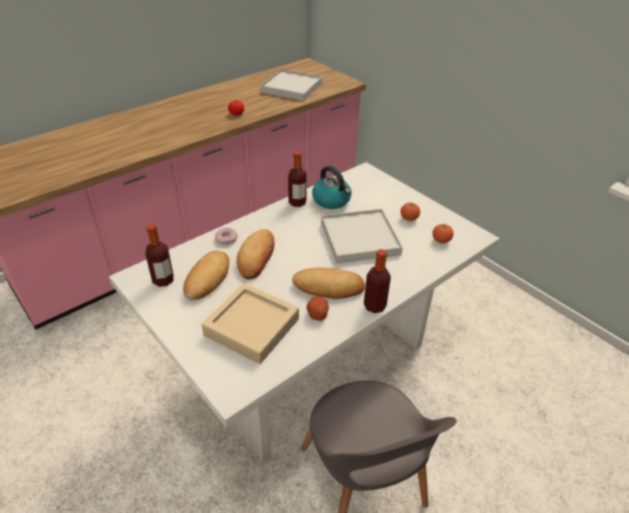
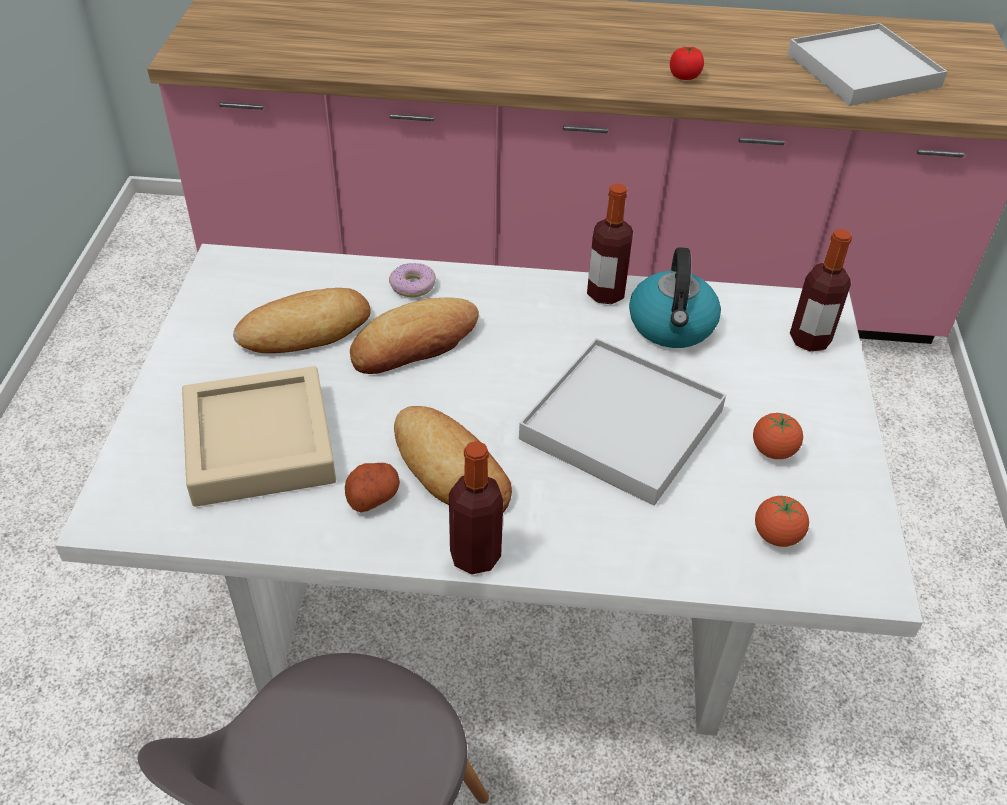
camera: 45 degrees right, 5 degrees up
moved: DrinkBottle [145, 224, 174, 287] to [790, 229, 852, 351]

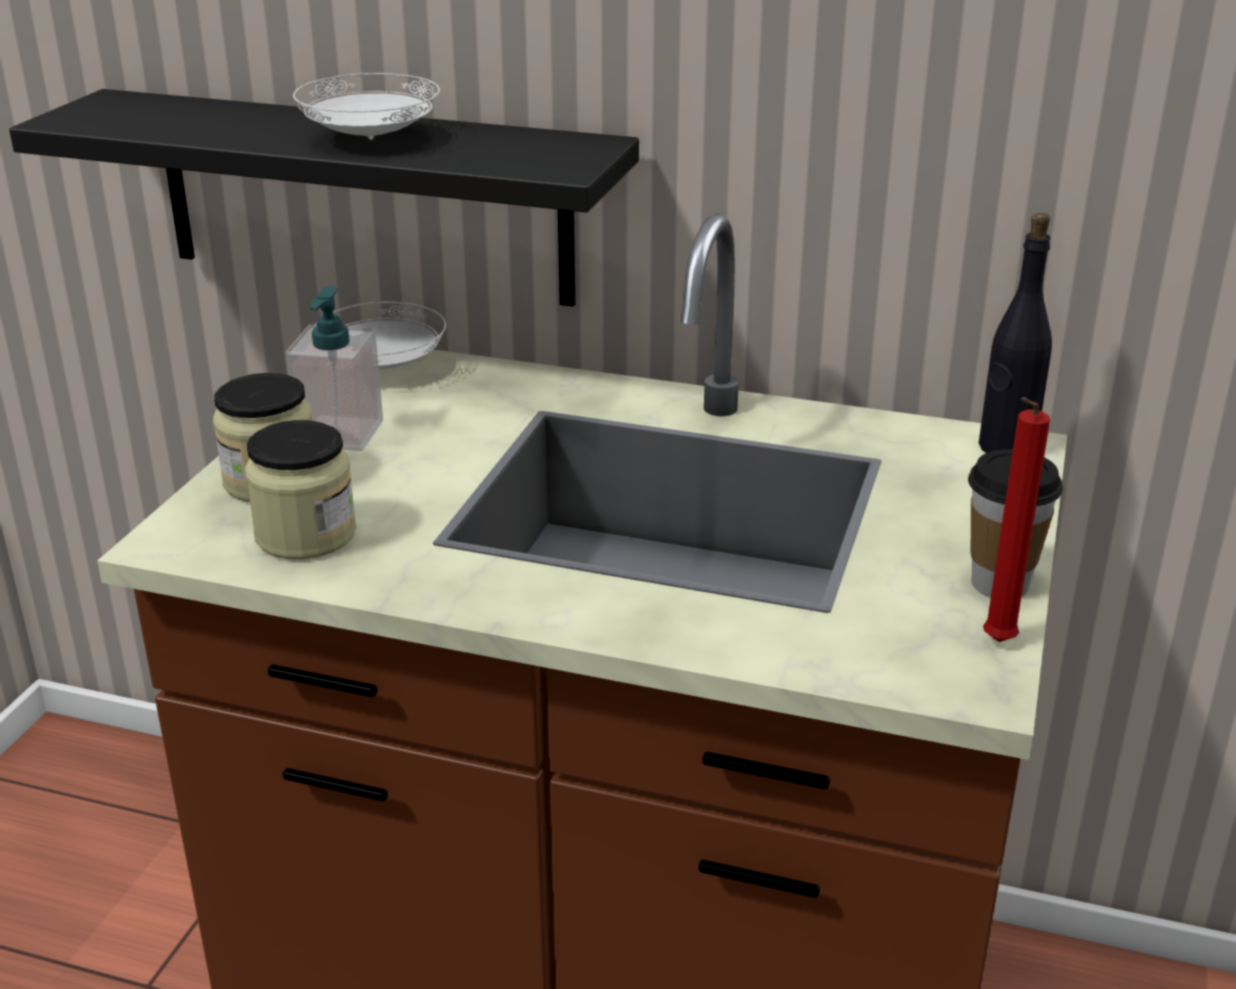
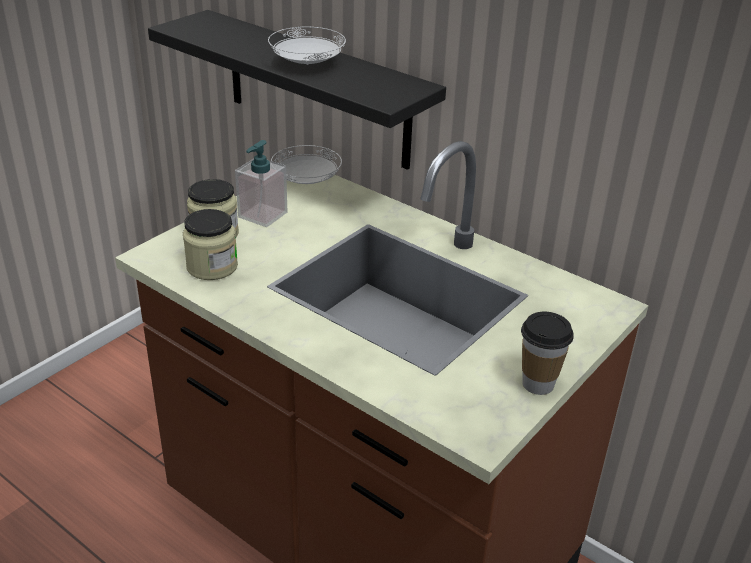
camera: 20 degrees right, 5 degrees up
removed: BlackColouredDrinkBottle [979, 213, 1052, 453]; RedWaxLight [983, 397, 1050, 642]

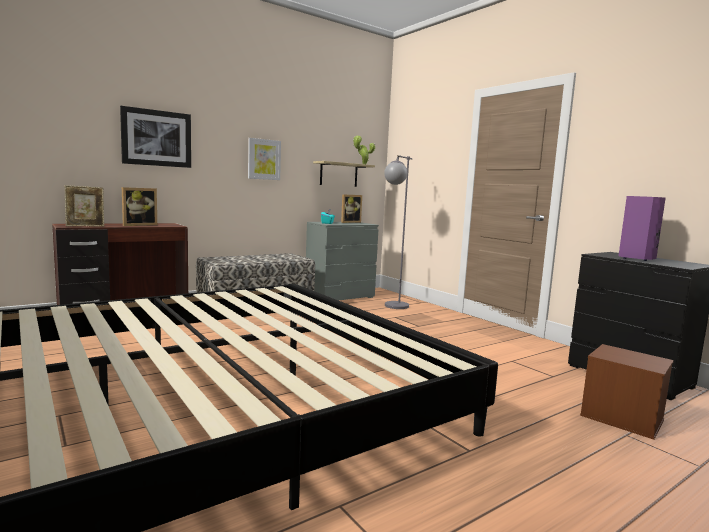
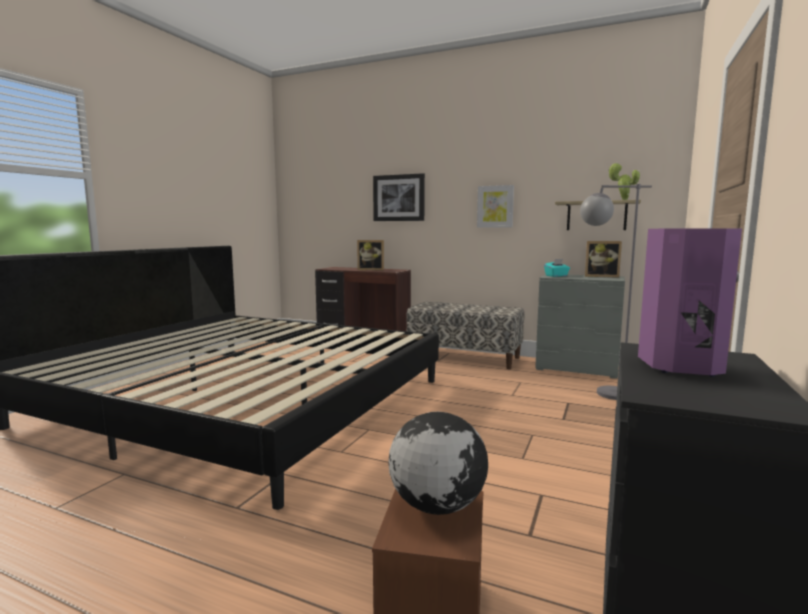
camera: 60 degrees right, 0 degrees up
removed: PhotoFrame [65, 185, 104, 227]
added: DeskGlobe [389, 412, 488, 515]

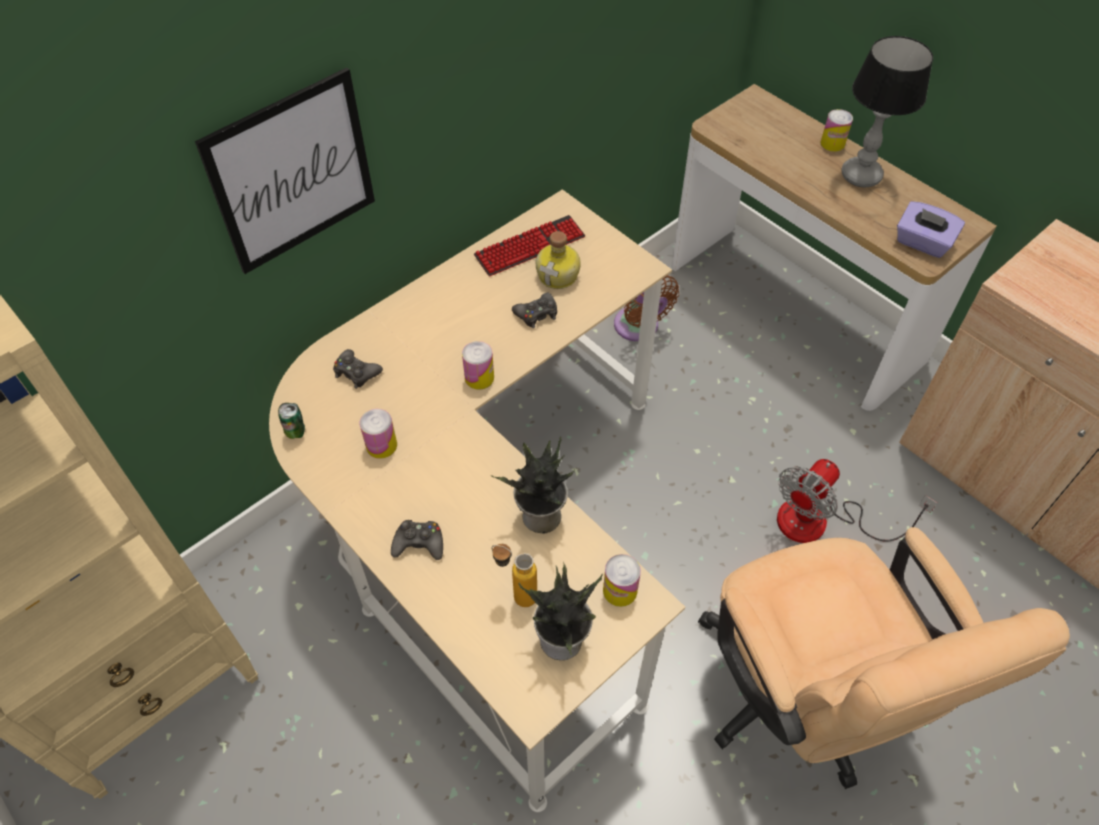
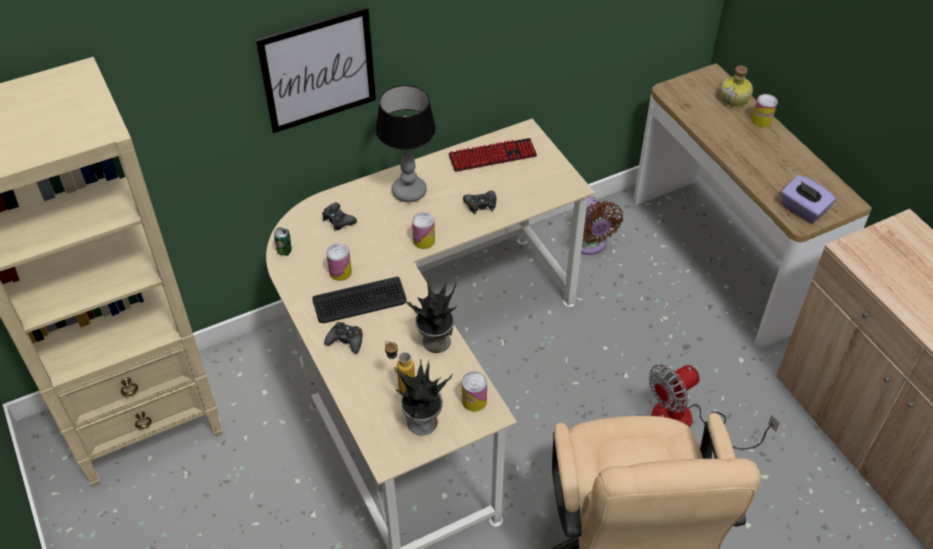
camera: 15 degrees right, 5 degrees down
added: Keyboard [312, 277, 407, 323]
moved: DrinkBottle [536, 231, 581, 289] to [720, 65, 753, 108]; TabletopLamp [841, 36, 933, 187] to [376, 85, 436, 202]

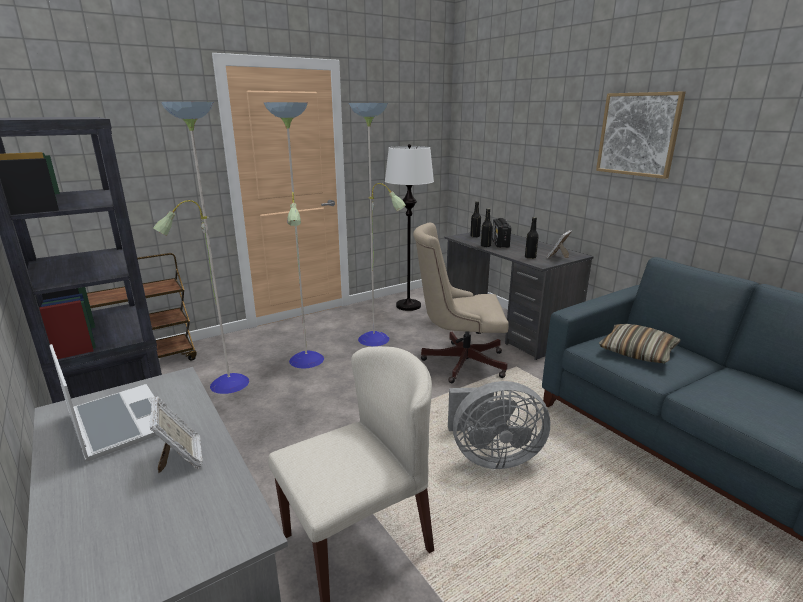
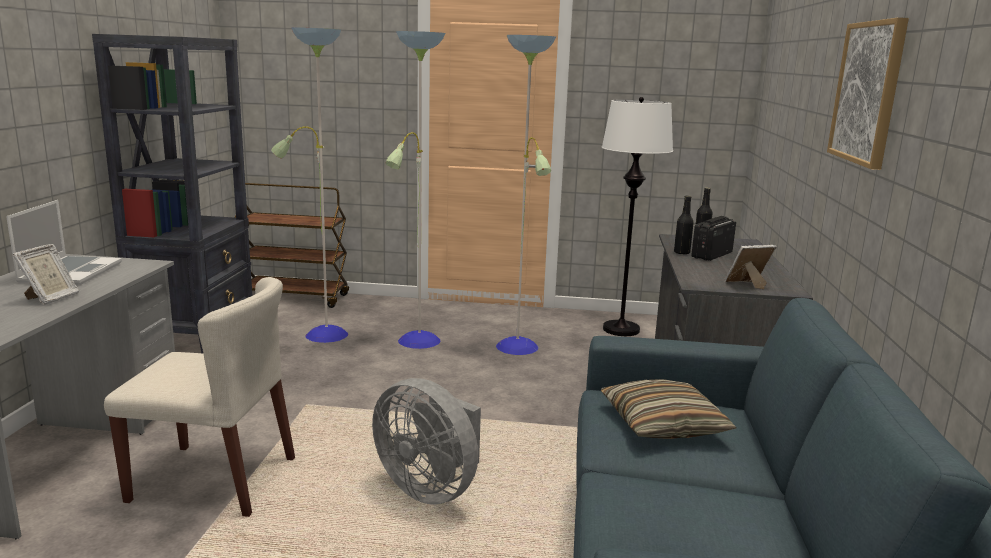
camera: 40 degrees right, 5 degrees down
removed: BeigeColouredOfficeChair [413, 222, 509, 383]; BlackColouredDrinkBottle [525, 217, 539, 259]

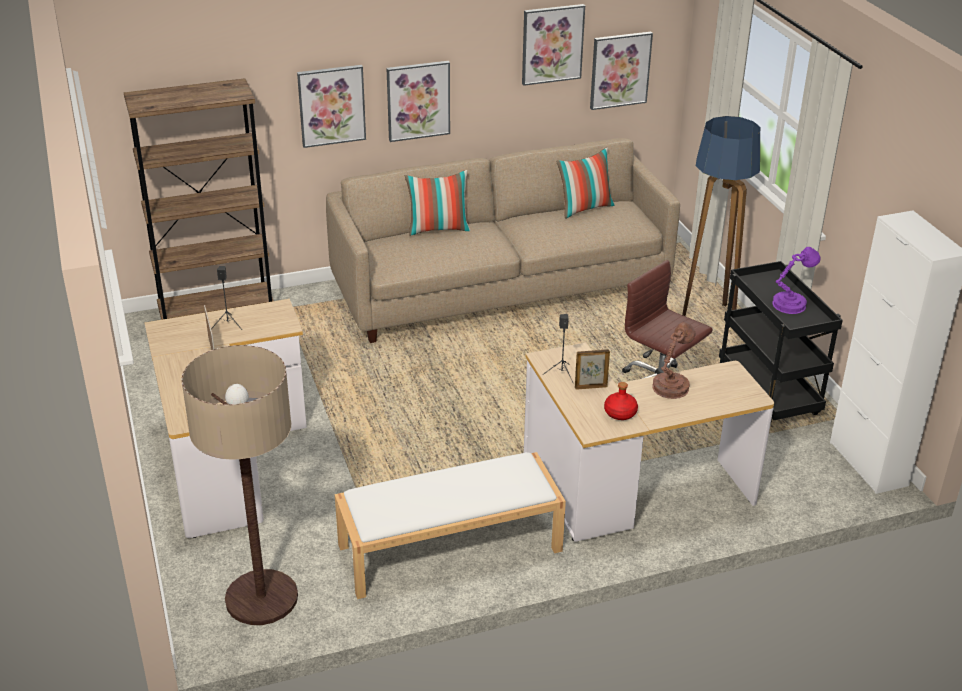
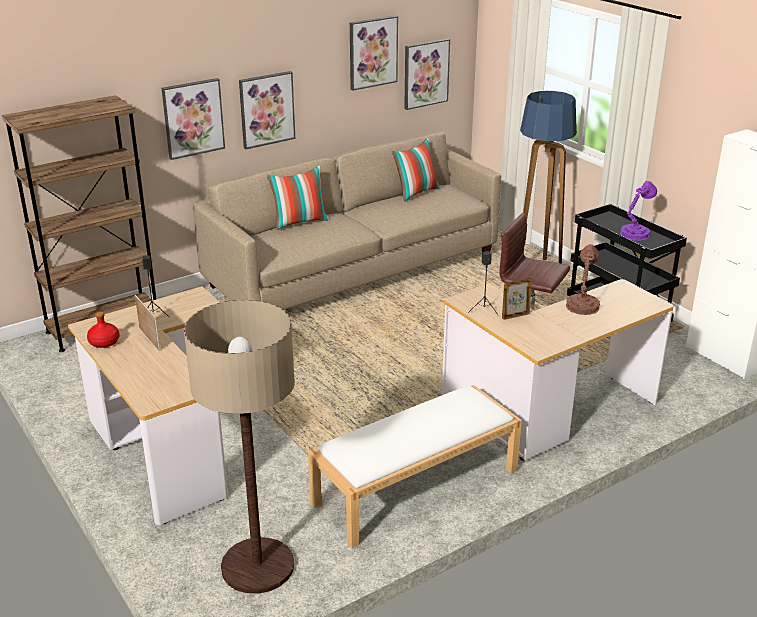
camera: 15 degrees left, 5 degrees down
moved: RedDrinkBottle [604, 382, 638, 420] to [87, 312, 120, 348]

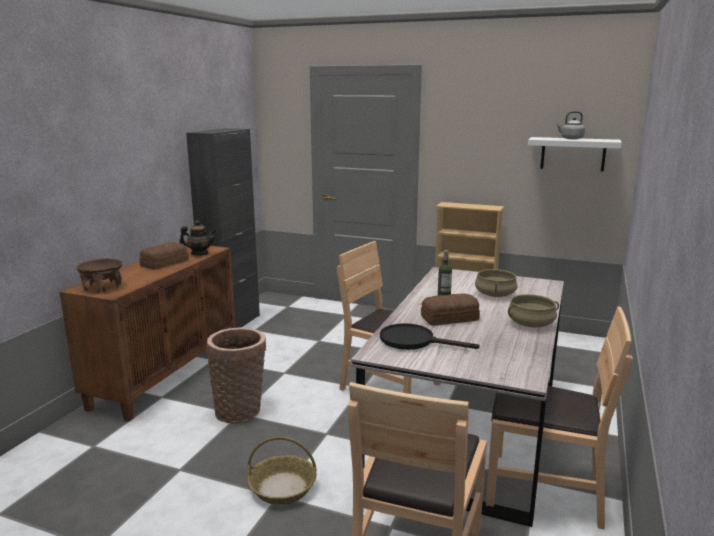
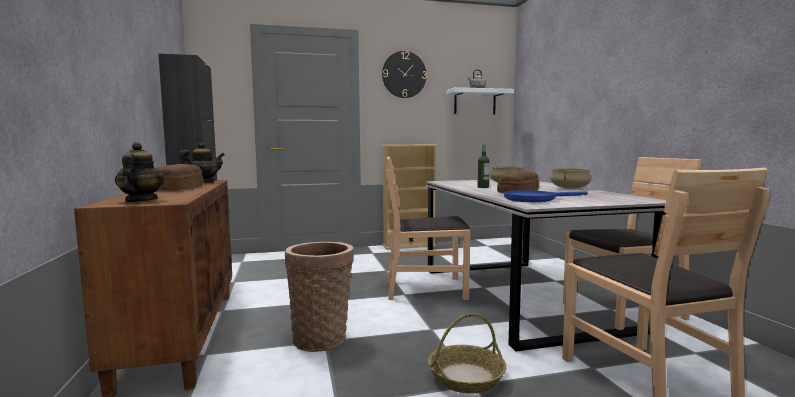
camera: 35 degrees left, 10 degrees down
added: HangingClock [382, 51, 427, 98]
replaced: BrownColouredBowl [76, 258, 123, 293] to PotForTea [115, 142, 164, 202]
recoloured: BlackColouredPan [380, 323, 480, 350] to BlueColouredPan [504, 190, 588, 202]

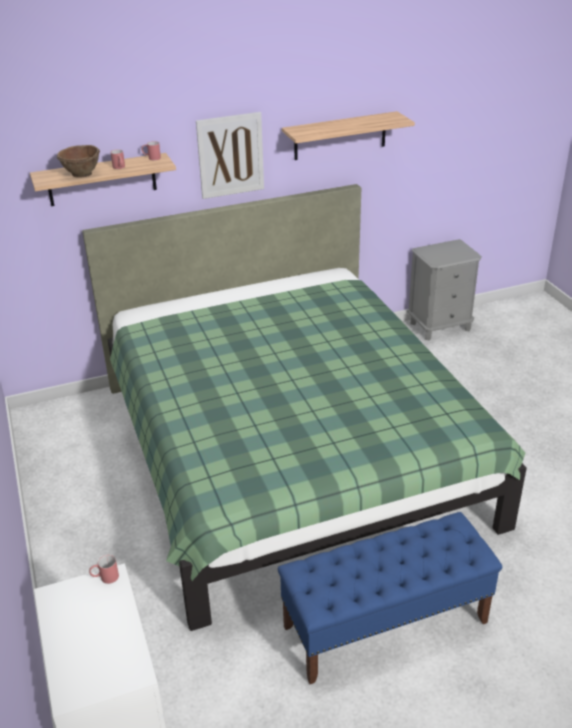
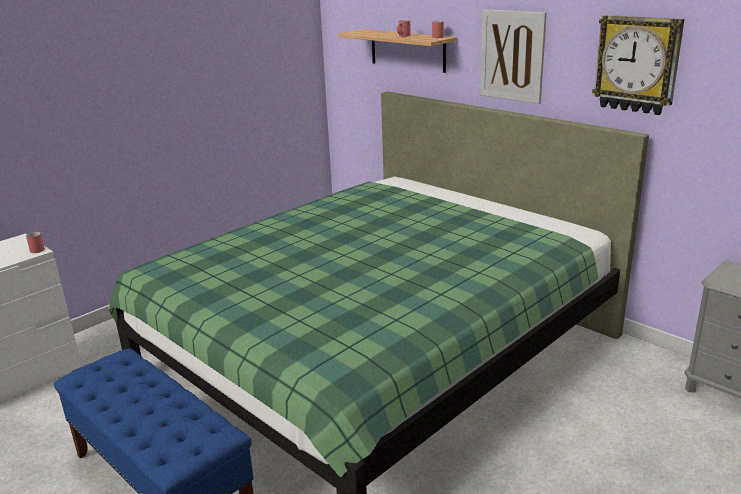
camera: 65 degrees right, 10 degrees down
removed: BrownColouredBowl [57, 145, 100, 178]
replaced: WallShelf [282, 111, 415, 160] to HangingClock [592, 15, 685, 115]

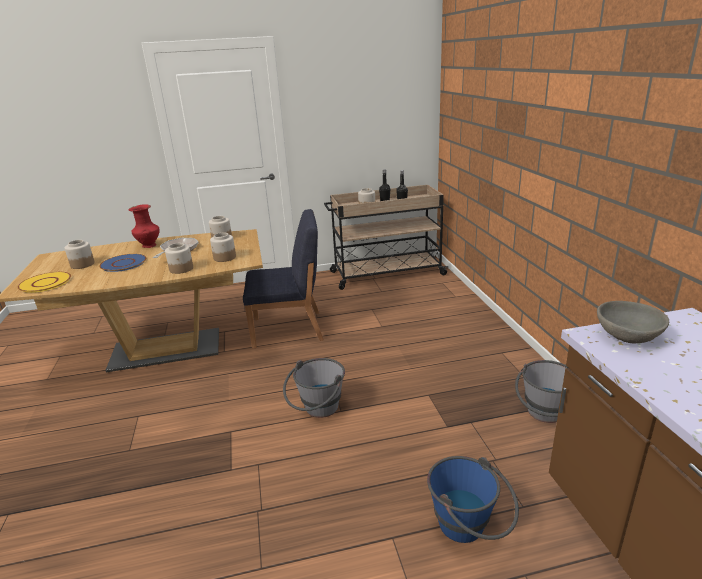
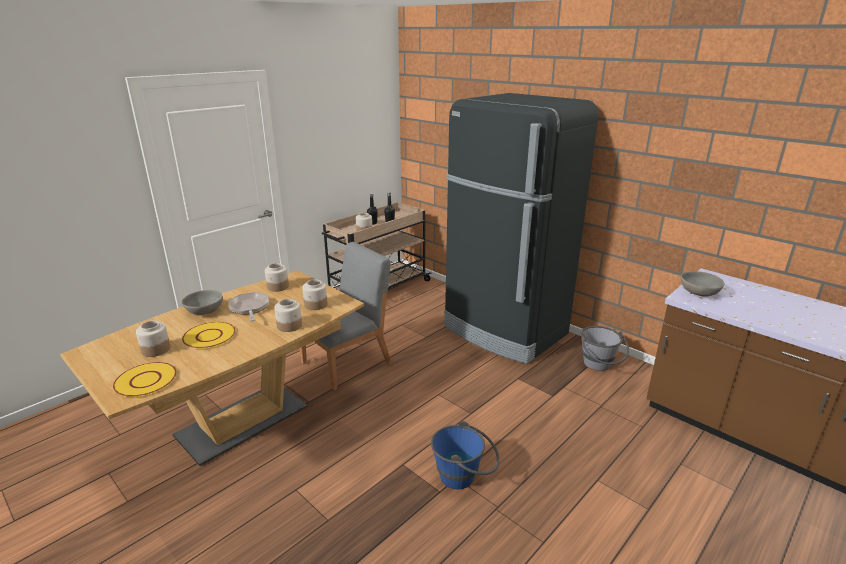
camera: 35 degrees left, 0 degrees up
removed: GreyishBucket [283, 358, 345, 418]
added: BlackColouredKitchenFridge [444, 93, 598, 364]
moved: BlueColouredBucket [427, 456, 519, 543] to [431, 421, 500, 489]
replaced: RedVase [129, 204, 160, 248] to GreyishBowl [181, 290, 223, 315]
recoloured: BlueColouredDinnerPlate [99, 254, 146, 272] to YellowColouredDinnerPlate [182, 322, 235, 349]; BlueColouredChair [243, 209, 324, 348] to GreyishChair [300, 242, 391, 390]

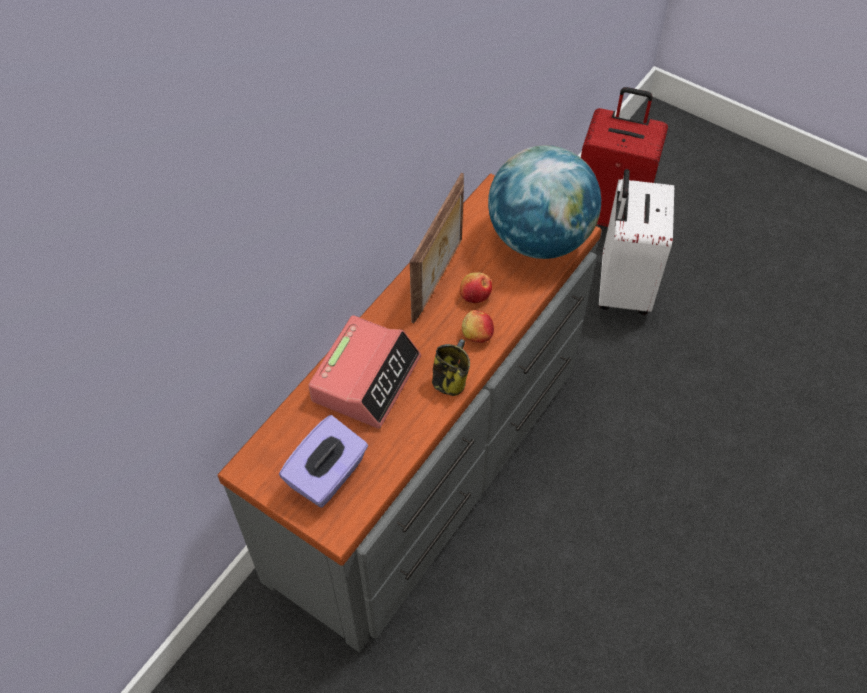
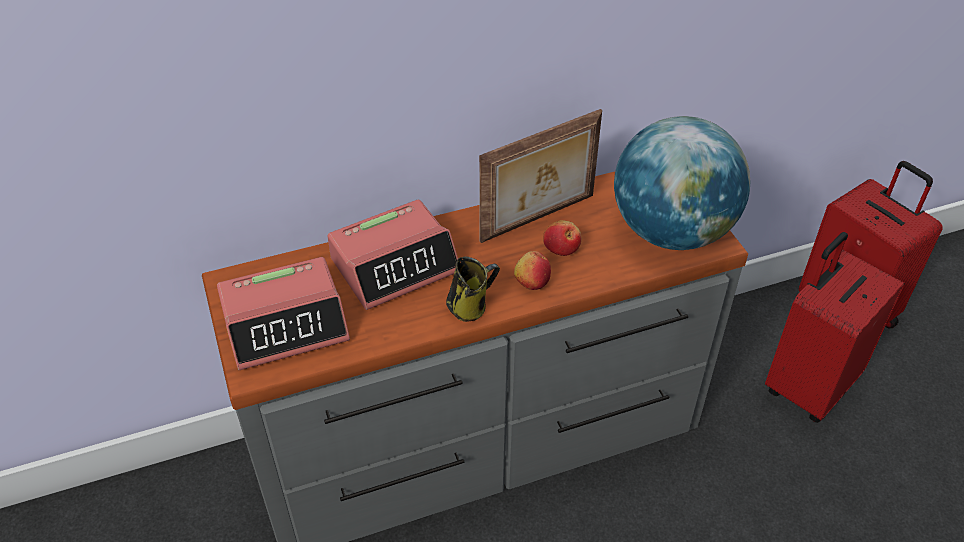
camera: 35 degrees right, 10 degrees down
replaced: PurpleColouredTissueHolder [279, 415, 368, 508] to TableClock [217, 257, 350, 370]
recoloured: WhiteTravelCase [599, 169, 674, 315] to RedTravelCase [765, 232, 905, 423]

